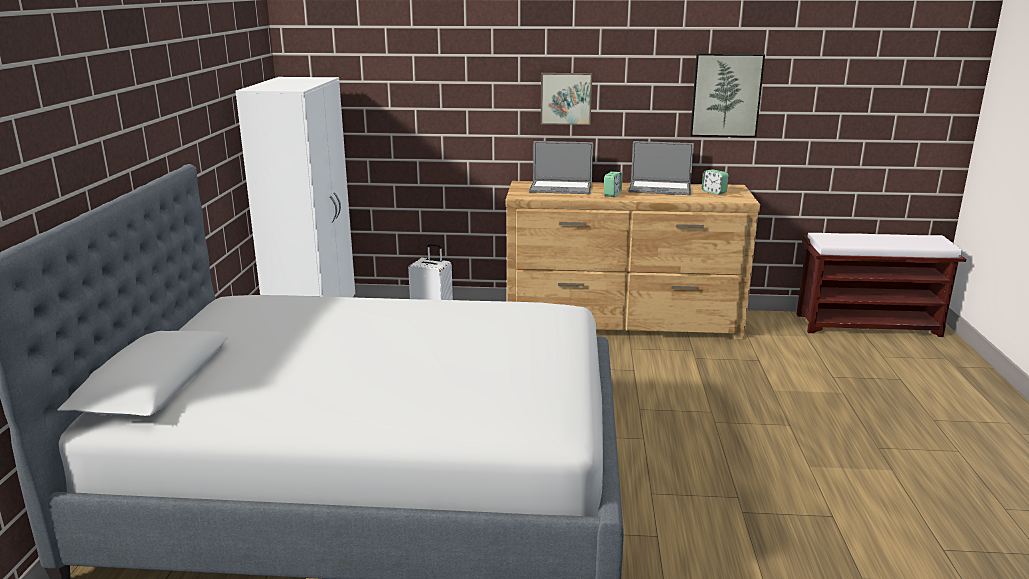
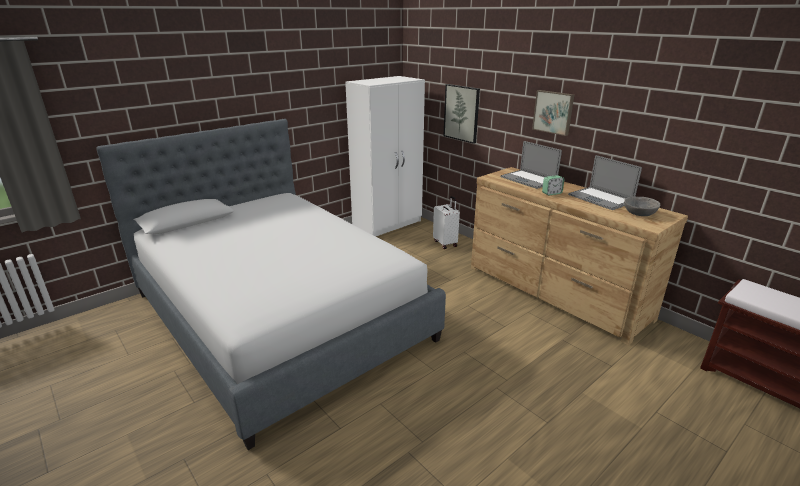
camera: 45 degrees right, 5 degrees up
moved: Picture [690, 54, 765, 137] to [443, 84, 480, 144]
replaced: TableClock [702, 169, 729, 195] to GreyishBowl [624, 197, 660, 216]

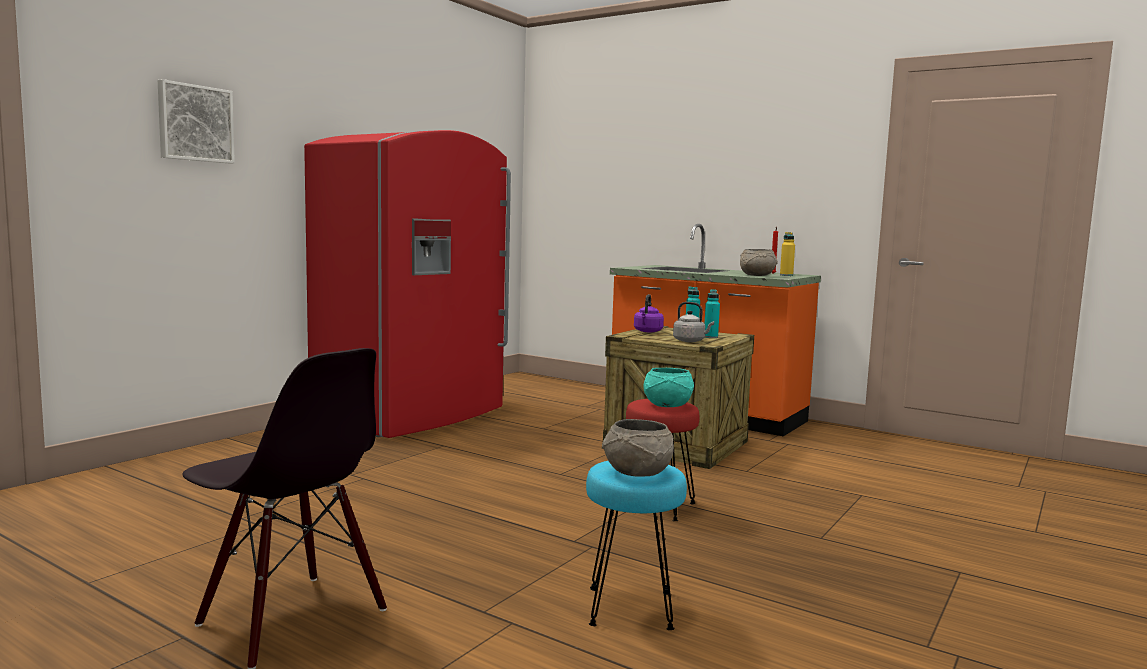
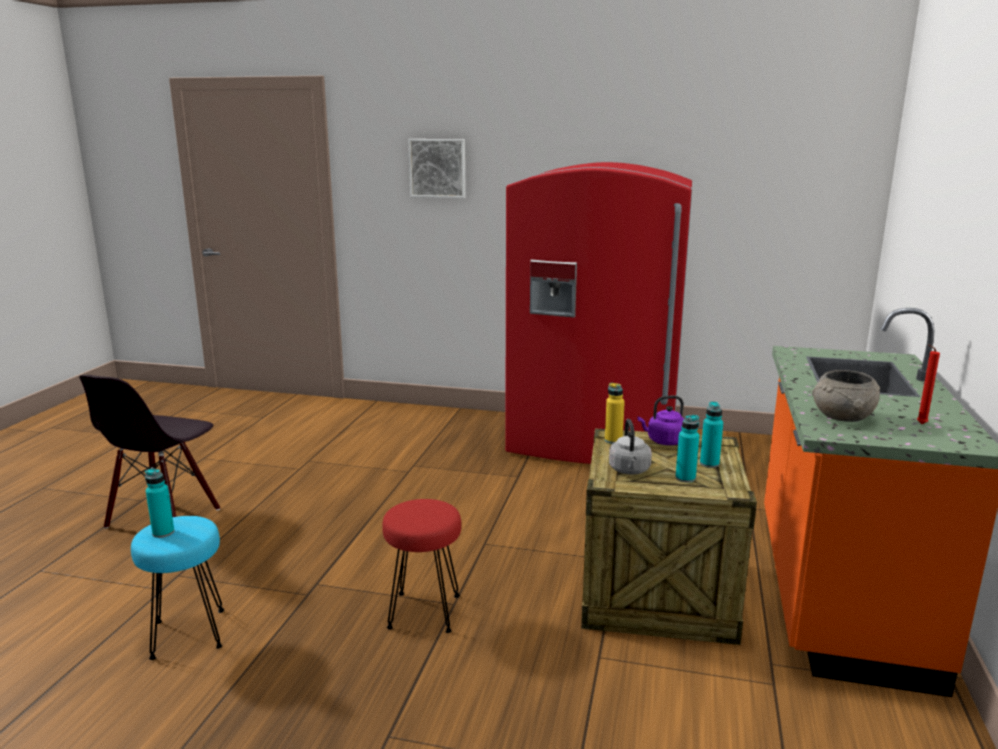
camera: 70 degrees right, 10 degrees up
removed: TurquoiseBowl [643, 368, 694, 407]
moved: YellowColouredDrinkBottle [780, 232, 795, 276] to [605, 383, 625, 444]
replaced: GreyishBowl [602, 419, 674, 477] to TurquoiseDrinkBottle [145, 469, 174, 538]

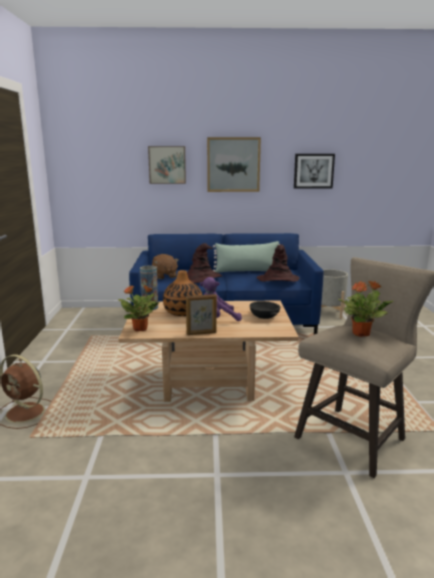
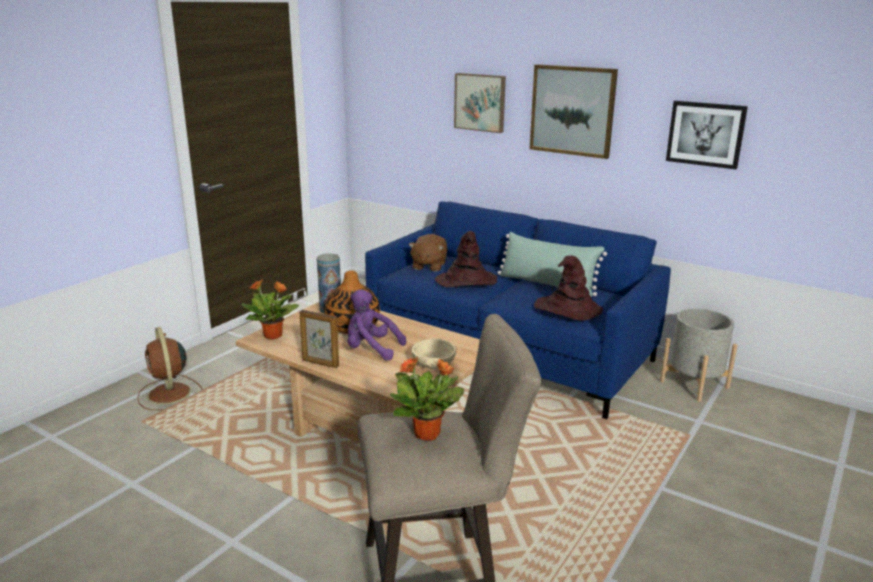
camera: 35 degrees right, 5 degrees up
recoloured: BlackColouredBowl [250, 301, 280, 319] to BeigeColouredBowl [411, 338, 456, 369]

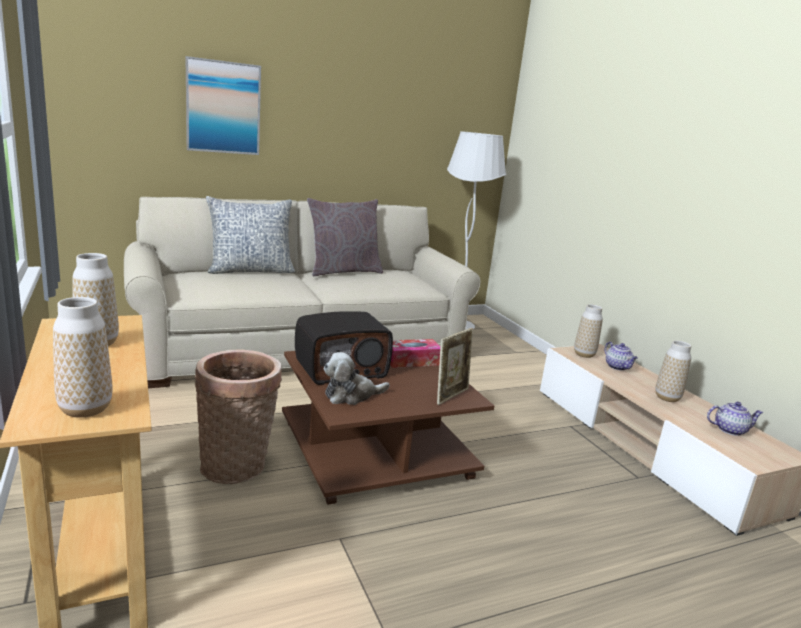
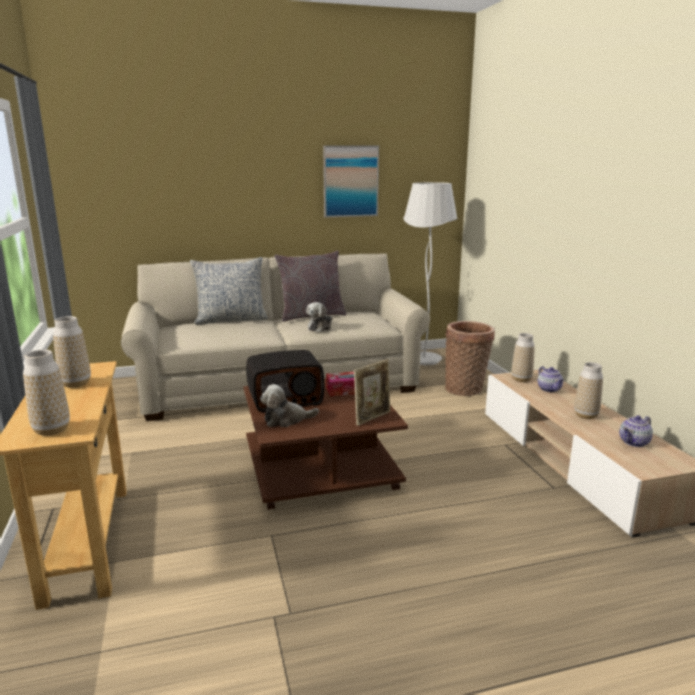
camera: 10 degrees right, 0 degrees up
added: CuddlyToy [306, 302, 333, 332]
moved: Picture [185, 56, 261, 155] to [323, 145, 379, 217]; HouseholdBasket [195, 350, 282, 484] to [445, 321, 495, 396]
turned: PotForTea [707, 402, 764, 436] = [619, 415, 653, 447] 135 degrees clockwise

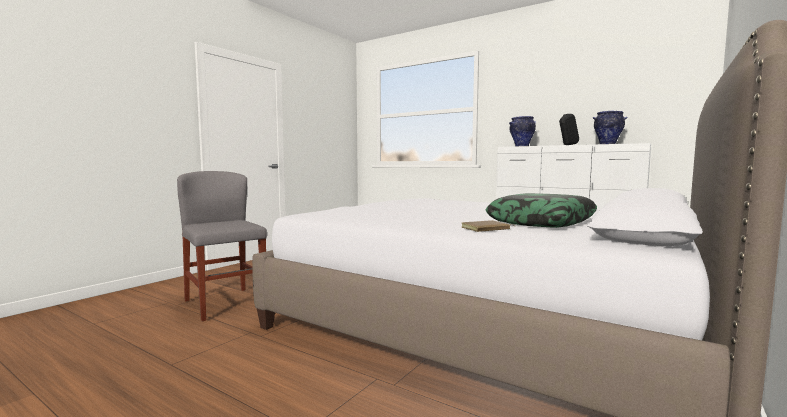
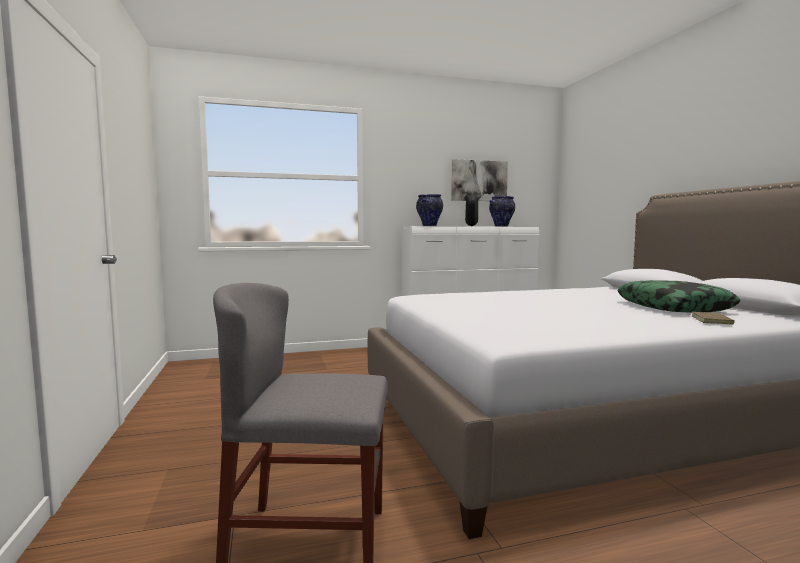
camera: 50 degrees left, 0 degrees up
added: Picture [451, 159, 508, 201]

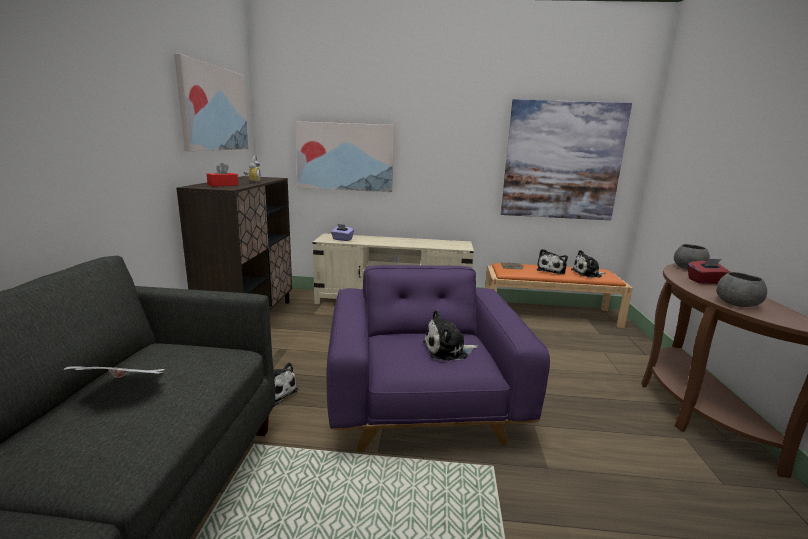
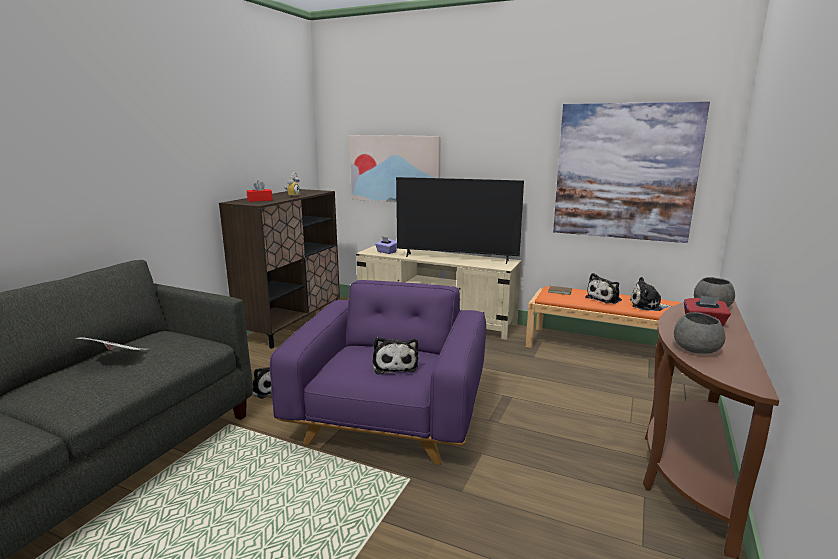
camera: 20 degrees right, 0 degrees up
removed: Picture [174, 54, 249, 151]
added: TvSet [396, 177, 524, 264]
turned: CuddlyToy [423, 310, 478, 361] = [373, 337, 418, 375] 105 degrees counterclockwise

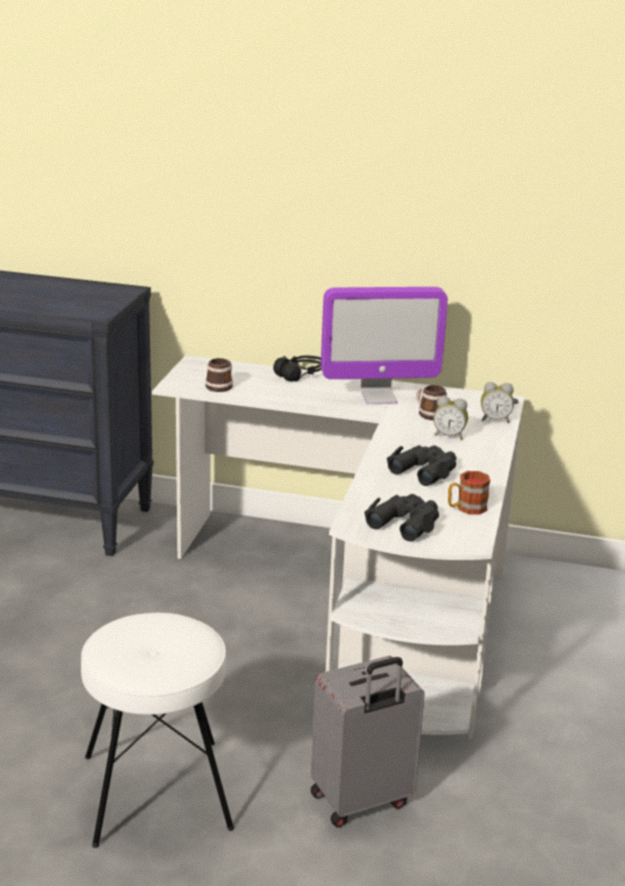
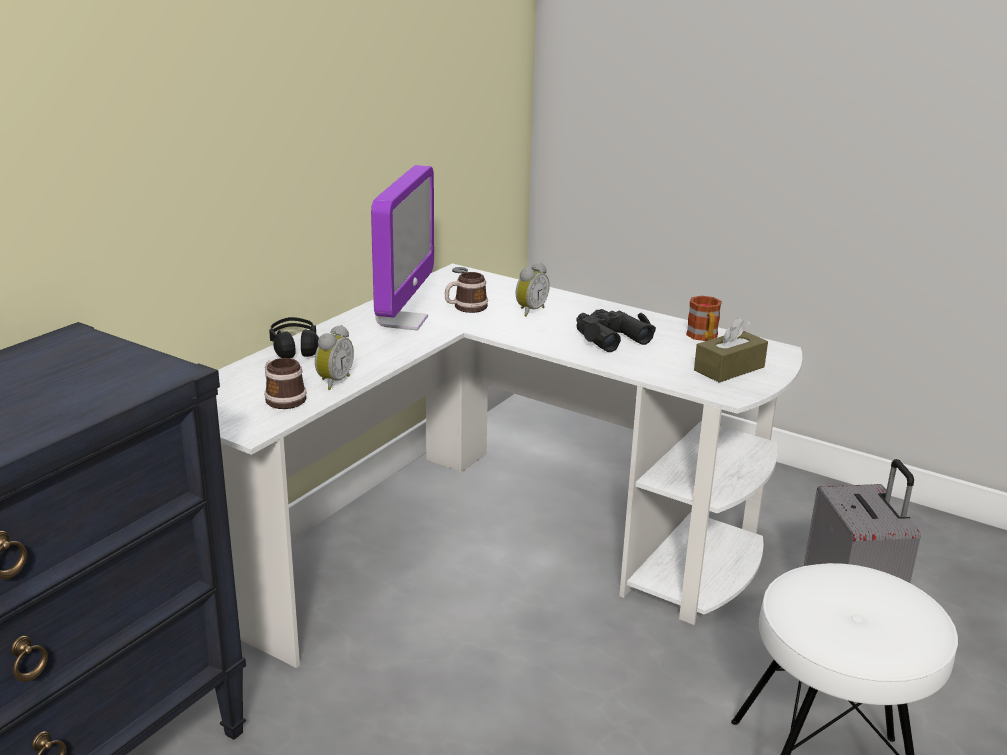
camera: 70 degrees left, 0 degrees up
moved: TableClock [481, 382, 514, 423] to [315, 325, 354, 390]
replaced: BlackColouredFieldGlasses [364, 494, 439, 541] to BrownColouredTissueHolder [694, 317, 768, 383]

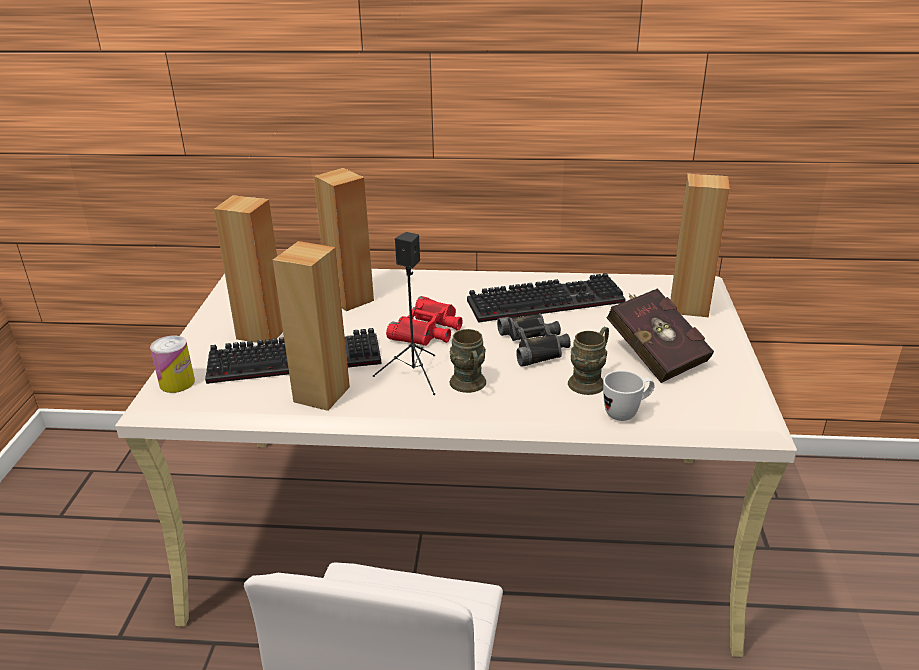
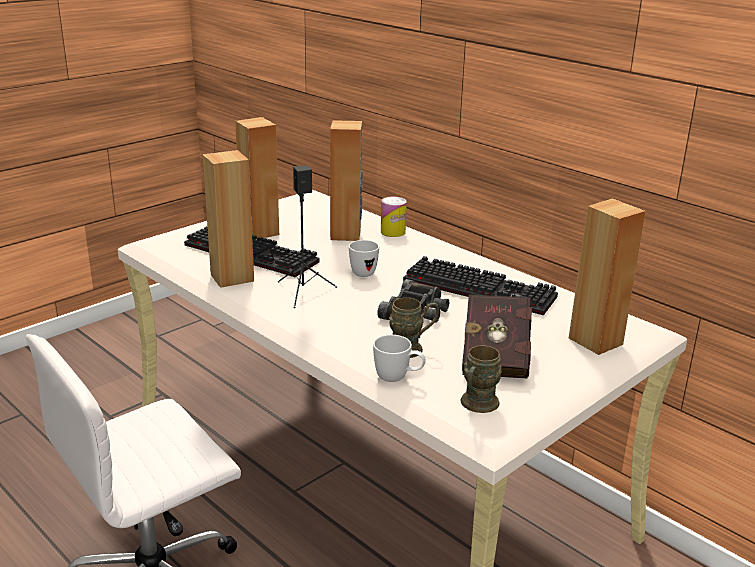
camera: 40 degrees right, 5 degrees down
moved: MetalCan [150, 335, 195, 393] to [381, 197, 407, 237]; BrownColouredCoffeeMug [449, 329, 486, 393] to [460, 345, 502, 413]
replaced: RedFieldGlasses [386, 296, 463, 346] to WhiteCoffeeMug [349, 240, 379, 277]

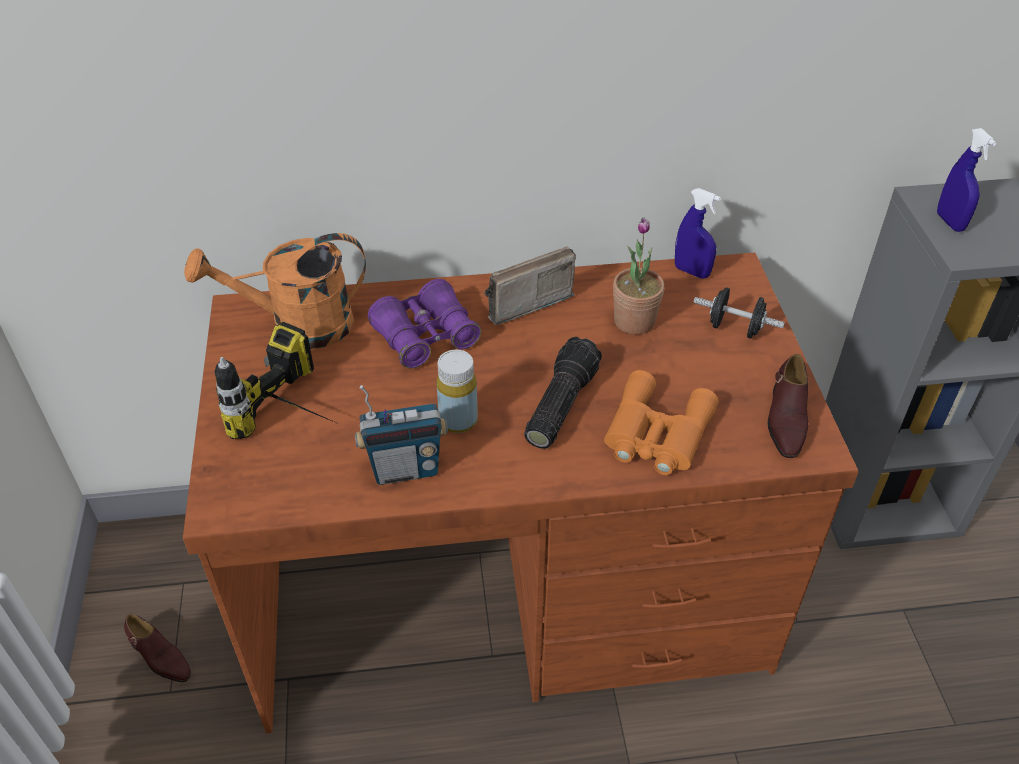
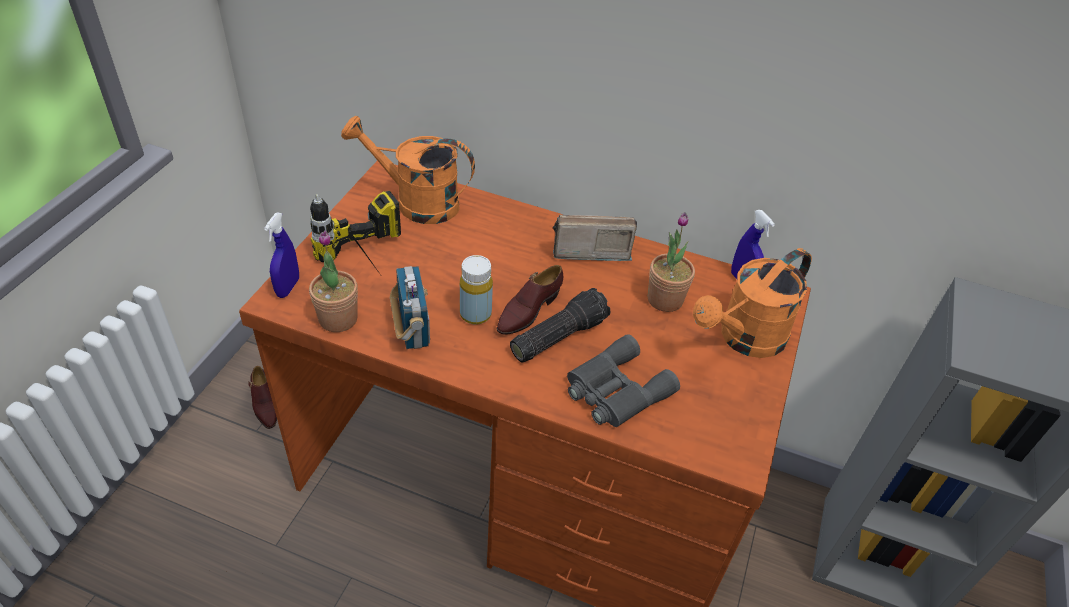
camera: 25 degrees right, 0 degrees up
removed: PurpleColouredFieldGlasses [368, 279, 481, 369]
added: Houseplant [309, 230, 358, 332]
moved: BrownColouredItemOfFootwear [767, 354, 808, 458] to [496, 265, 563, 335]; BlueColouredHandSprayer [937, 128, 996, 232] to [264, 213, 299, 298]
replaced: BlackColouredFreeWeight [694, 288, 785, 338] to OrangeyWateringPot [693, 248, 812, 358]
recoloured: OrangeyFieldGlasses [604, 370, 719, 475] to GreyishFieldGlasses [567, 334, 680, 427]
turned: RadioReceiver [355, 385, 448, 485] = [390, 266, 430, 349] 120 degrees counterclockwise

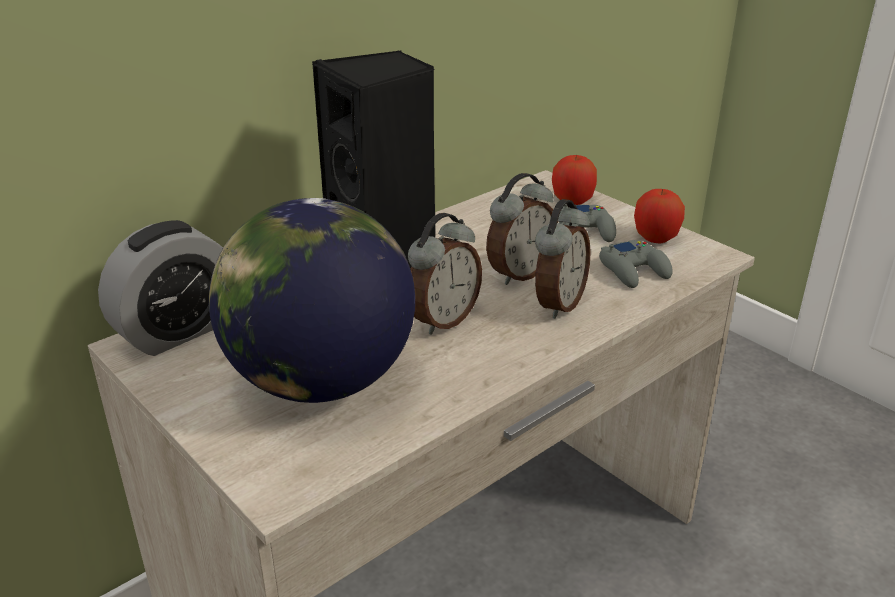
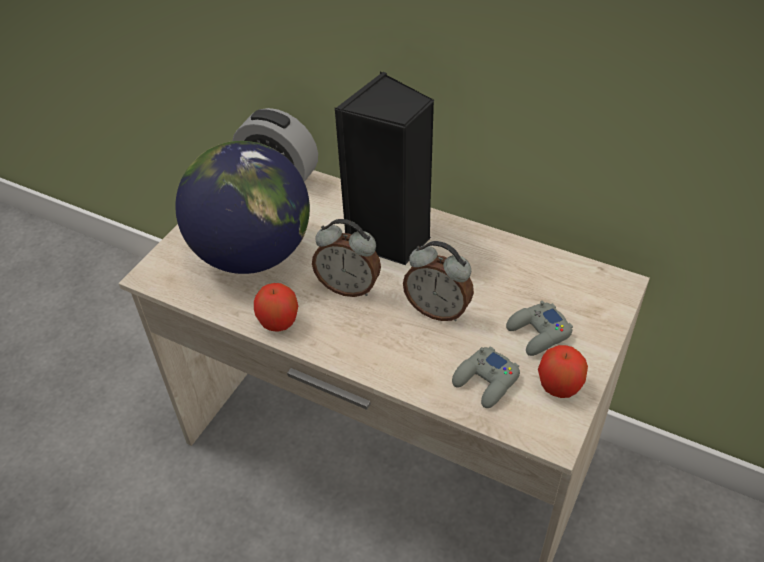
camera: 70 degrees right, 15 degrees up
removed: TableClock [535, 199, 591, 319]
moved: Apple [552, 155, 597, 205] to [254, 283, 298, 332]

